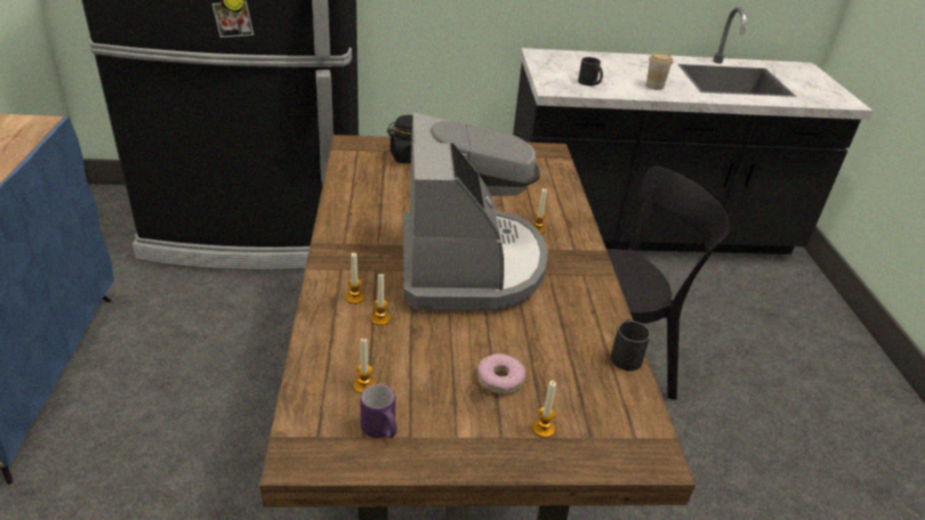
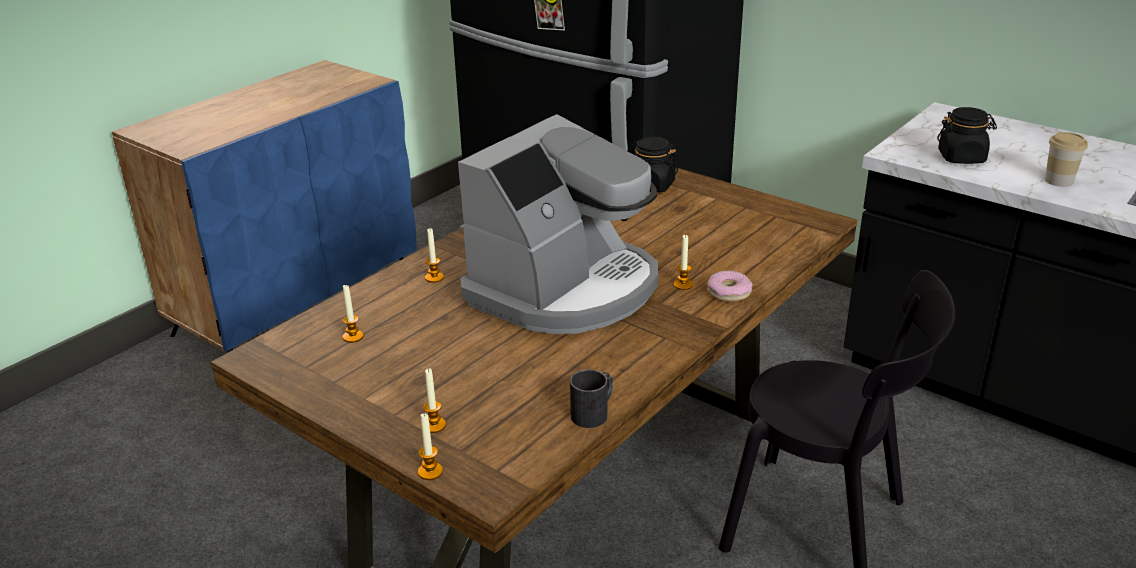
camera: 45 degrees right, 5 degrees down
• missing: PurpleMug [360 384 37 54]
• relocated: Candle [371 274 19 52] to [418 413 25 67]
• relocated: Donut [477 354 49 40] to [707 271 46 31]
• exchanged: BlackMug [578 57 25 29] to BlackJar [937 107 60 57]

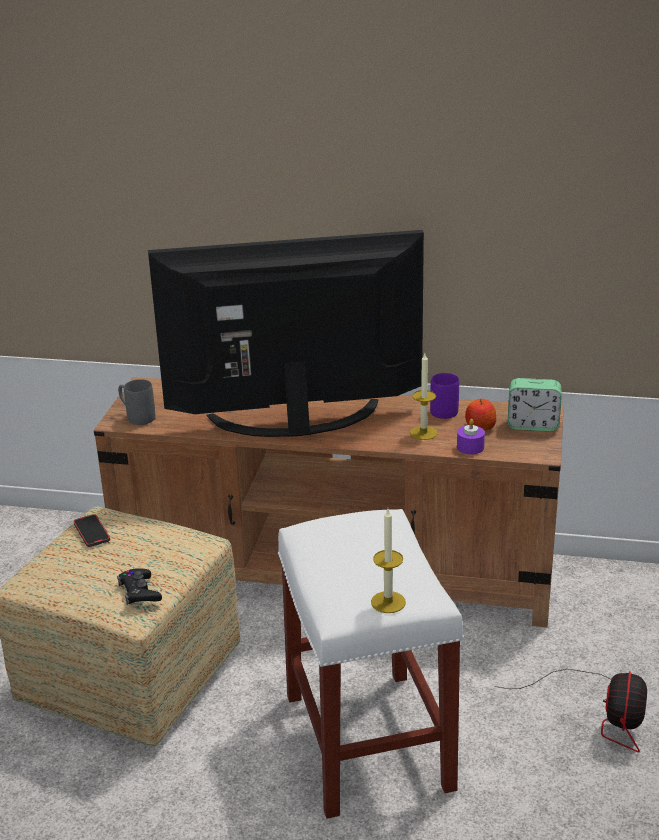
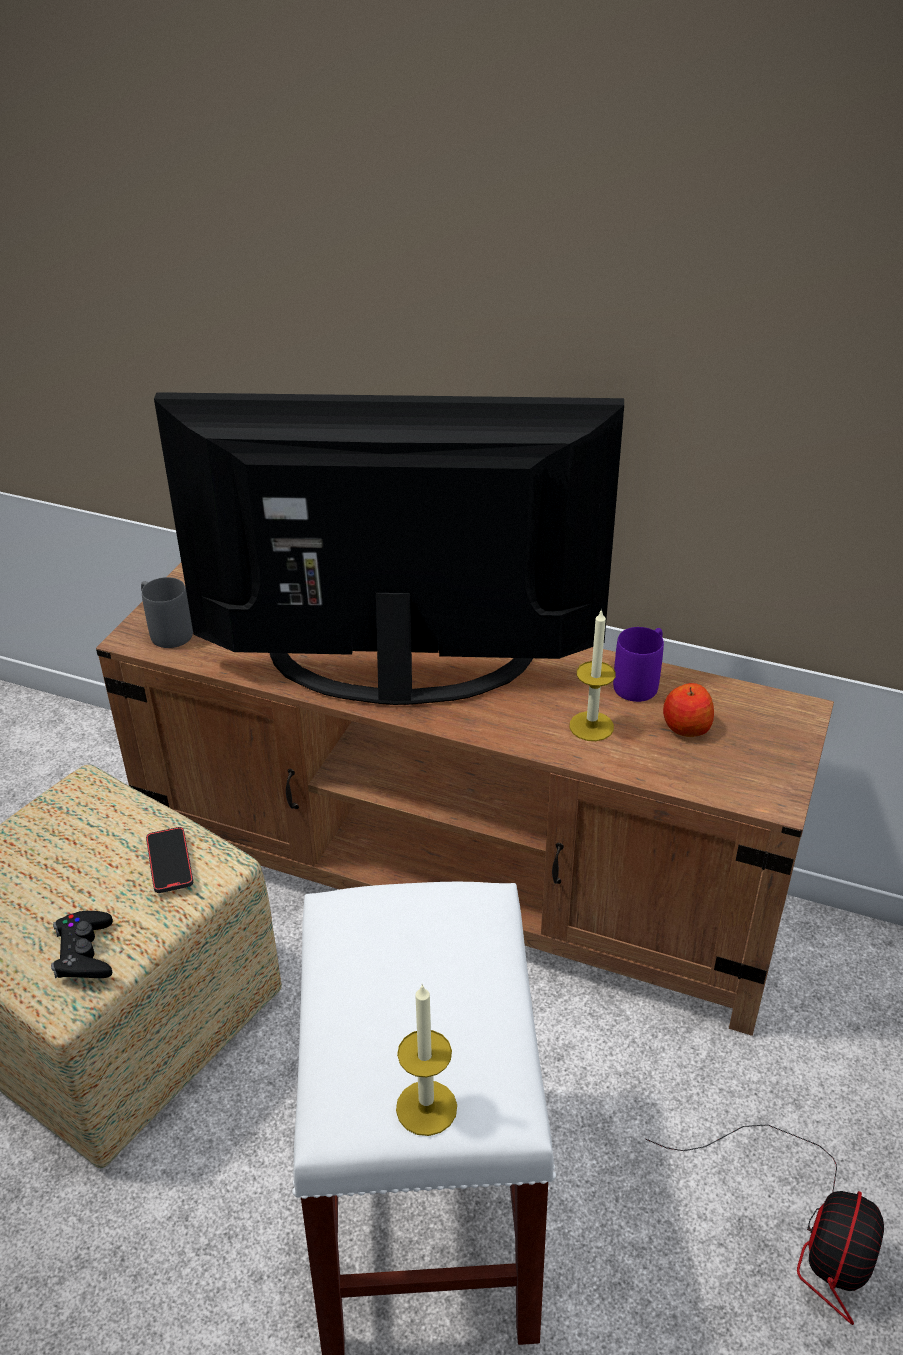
camera: 10 degrees right, 10 degrees up
• relocated: Phone [73 514 37 33] to [146 827 47 66]
• missing: PurpleCandle [457 419 28 36]
• missing: AlarmClock [508 378 54 54]

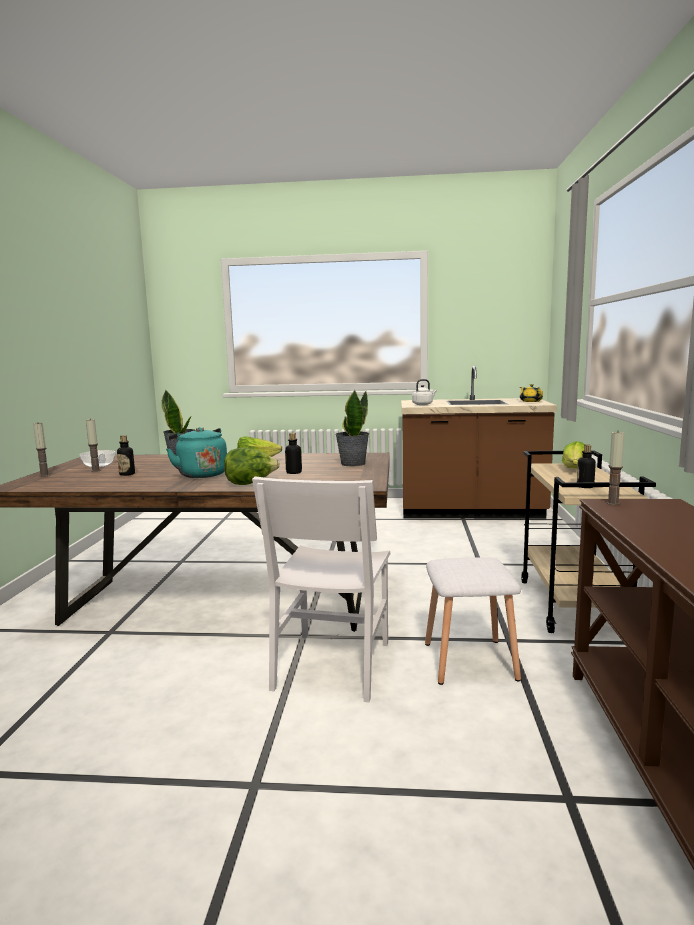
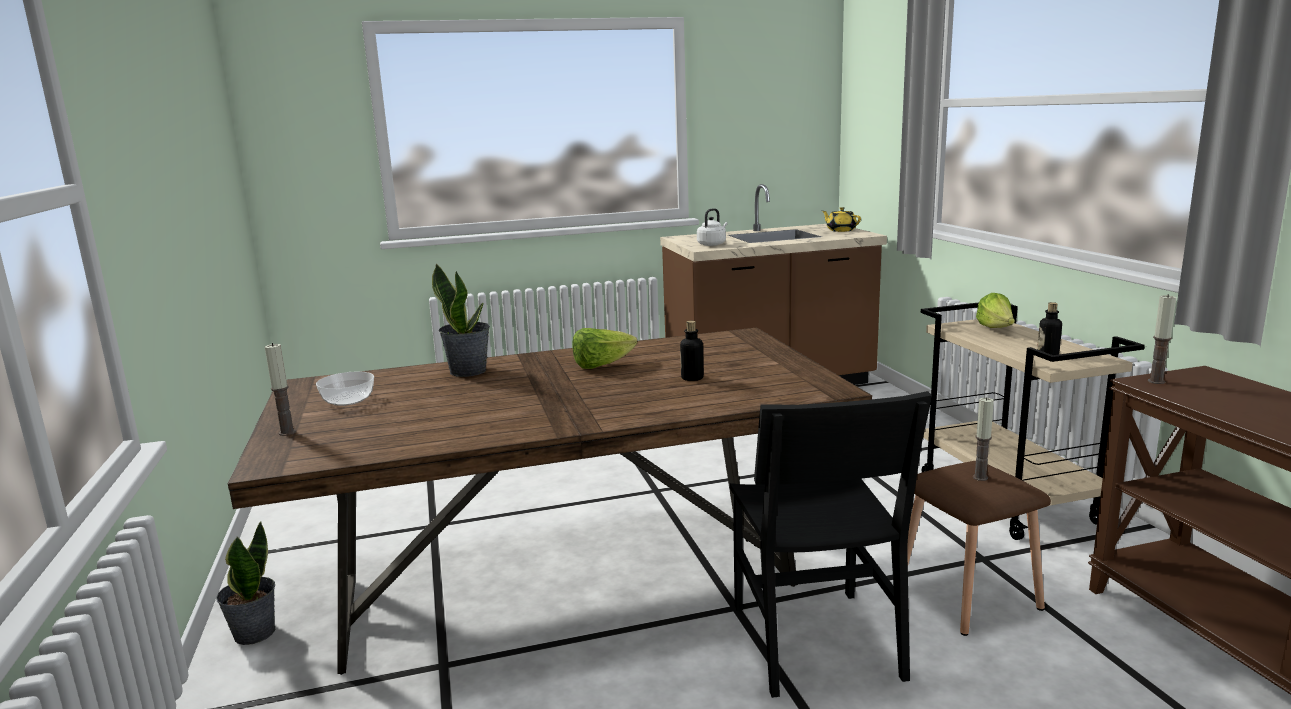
camera: 20 degrees left, 5 degrees up
• relocated: Candle [86 419 15 53] to [973 397 21 84]
• missing: Bottle [117 435 18 41]
• missing: TurquoiseKettle [166 427 61 51]
• missing: Lettuce [224 448 56 37]
• colour: WhiteChair [252 477 139 225] to BlackChair [729 391 203 307]
• relocated: PottedPlant [335 390 34 76] to [216 521 59 124]
• colour: WhiteStool [425 557 96 128] to BrownStool [907 461 144 175]

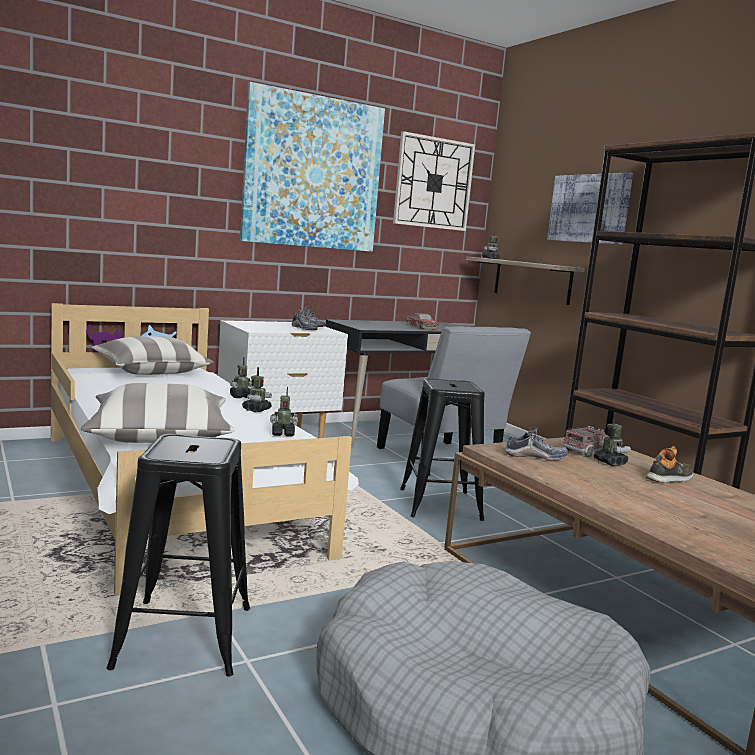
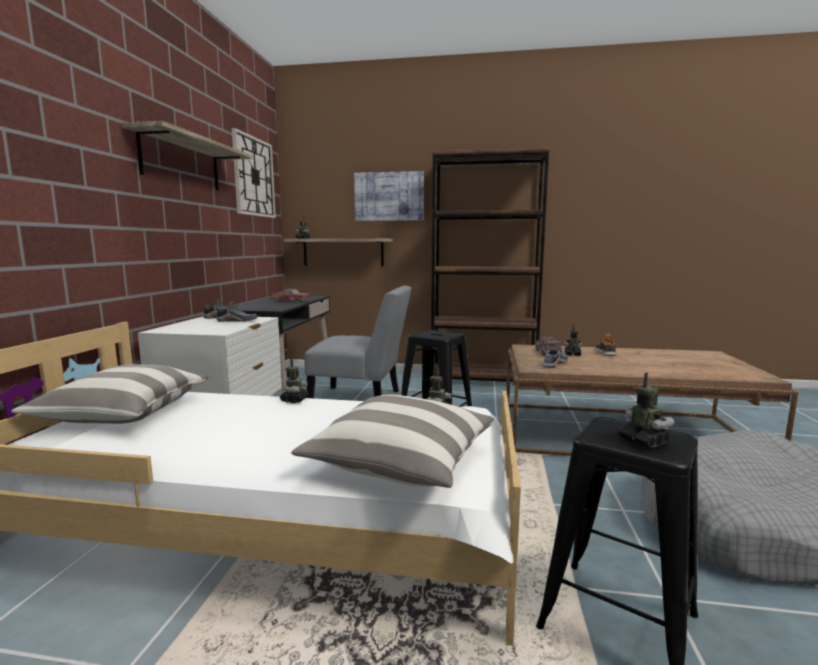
camera: 50 degrees left, 0 degrees up
• exchanged: Picture [240 82 145 170] to Shelf [122 121 131 69]
• relocated: ToyRobot [242 367 30 45] to [619 373 55 75]

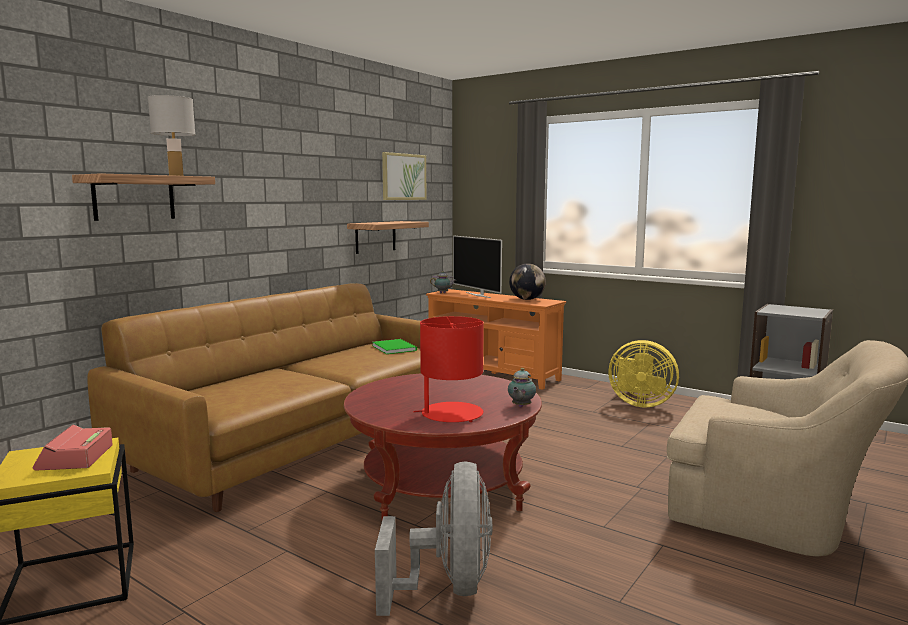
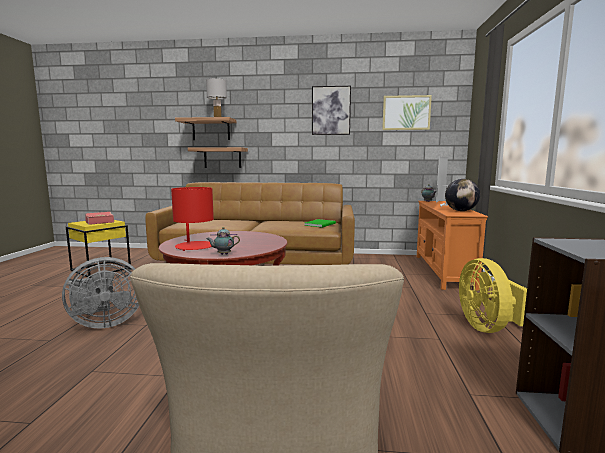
camera: 60 degrees right, 0 degrees up
• relocated: Shelf [347 221 82 33] to [188 147 60 21]
• appeared: Picture [312 86 39 49]

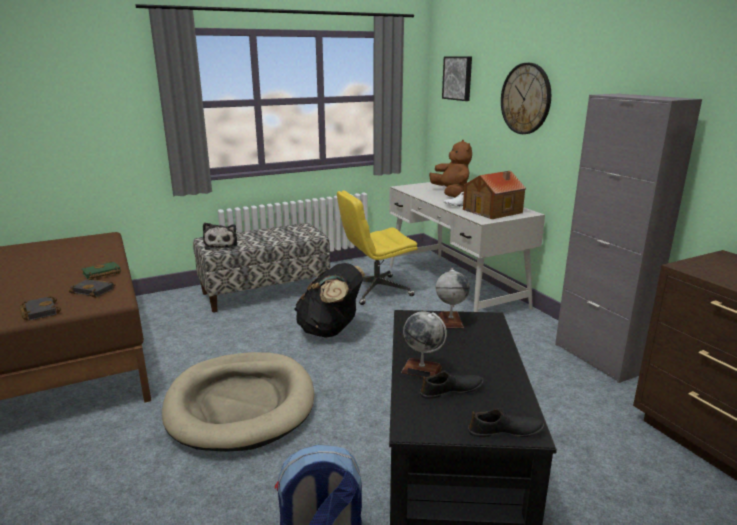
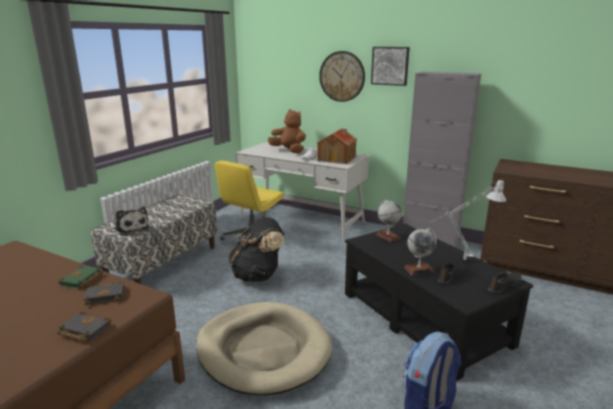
camera: 35 degrees left, 0 degrees up
• relocated: Picture [442 56 30 45] to [371 47 39 39]
• appeared: GreyTableLamp [429 180 77 80]

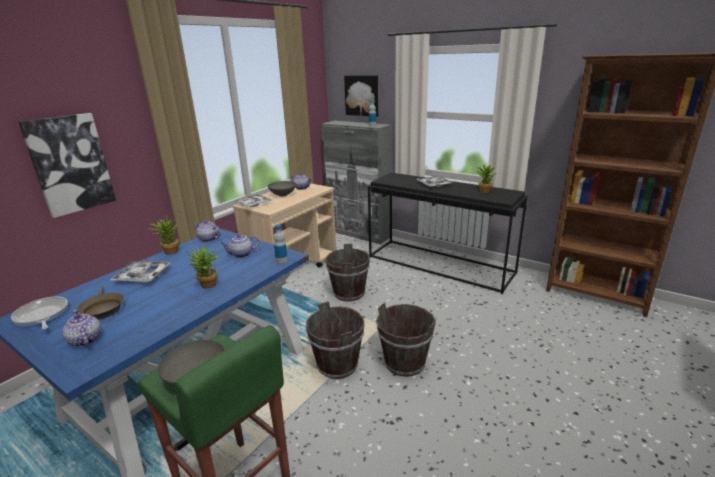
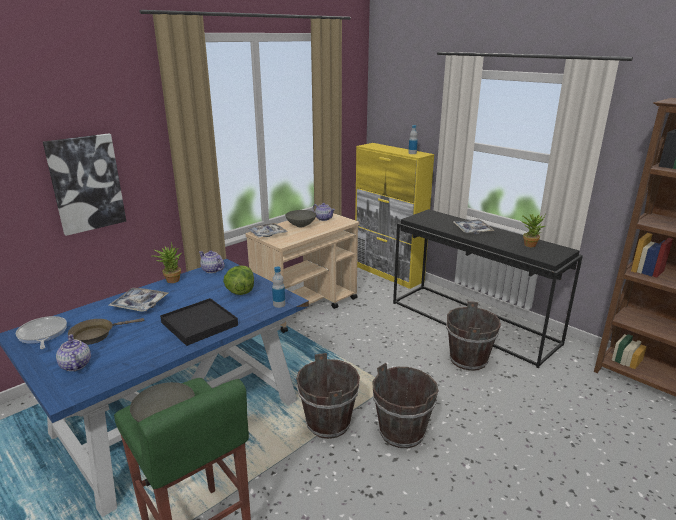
camera: 10 degrees right, 0 degrees up
• spun: BrownFryingPan [76 285 48 35] = [68 318 76 27] 75 degrees clockwise
• exchanged: PottedPlant [186 243 34 46] to BlackTray [160 298 78 48]
• exchanged: Teapot [220 234 39 24] to Lettuce [223 265 31 30]
• colour: GreyCabinet [322 121 69 123] to YellowCabinet [355 143 79 146]
• relocated: BrownBucket [325 244 45 57] to [446 301 55 70]
• missing: Picture [344 75 34 42]

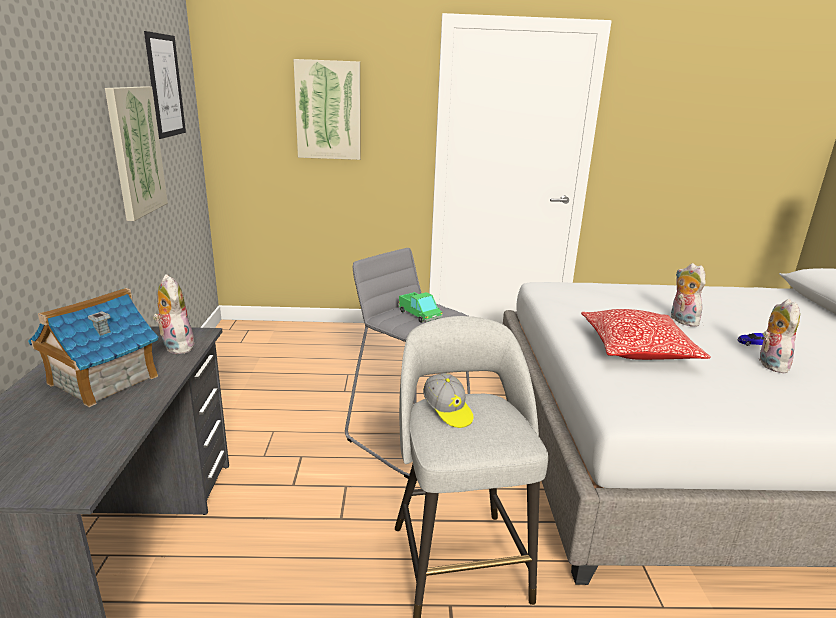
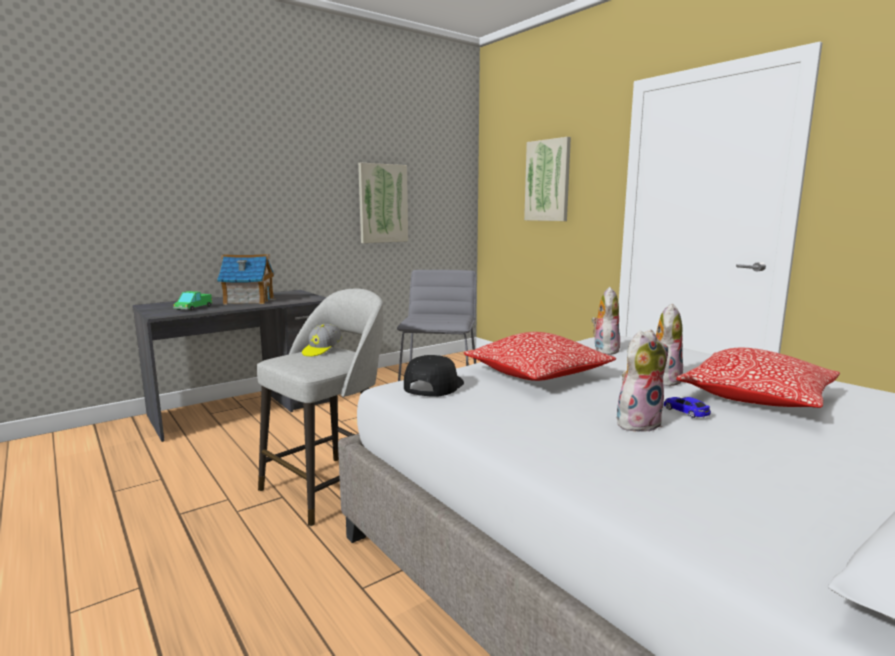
camera: 55 degrees right, 10 degrees down
• missing: Picture [144 31 42 108]
• relocated: PlushToy [153 274 44 80] to [591 287 29 68]
• relocated: ToyTruck [398 292 45 31] to [173 291 40 20]
• appeared: BlackCap [404 355 60 42]
• appeared: Pillow [676 348 164 60]

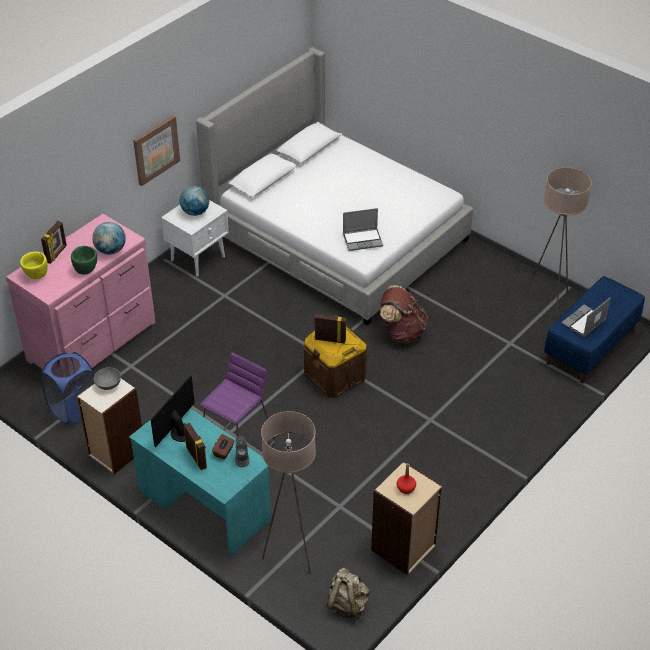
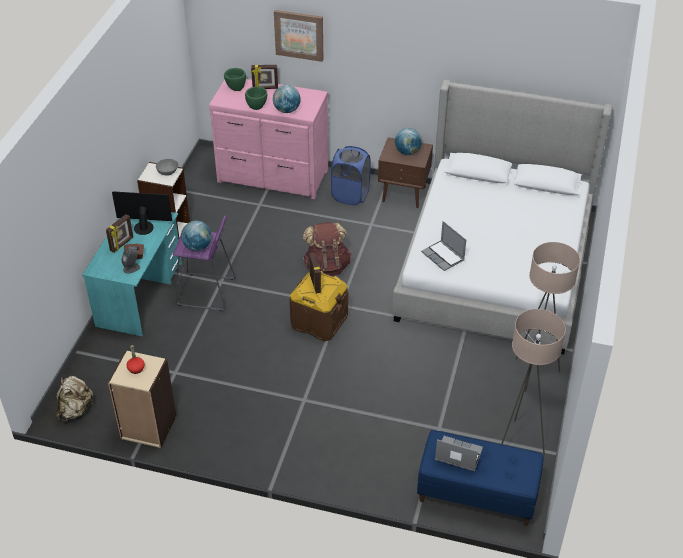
camera: 65 degrees right, 0 degrees up
• colour: YellowBowl [20 252 28 27] to GreenBowl [224 68 22 23]
• relocated: BlueLaundryBasket [41 352 53 72] to [331 146 40 59]
• relocated: Picture [133 116 47 70] to [274 10 49 52]
• colour: WhiteNightstand [161 200 68 77] to BrownNightstand [378 137 55 71]
• relocated: BeigeFloorLamp [261 411 55 162] to [516 242 64 150]
• relocated: BrownBackpack [380 285 48 58] to [303 222 48 54]
• appeared: Globe [181 221 31 30]

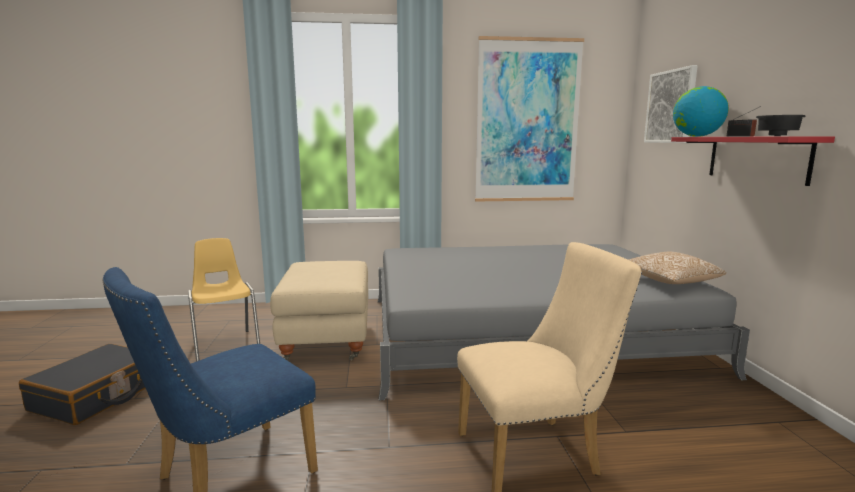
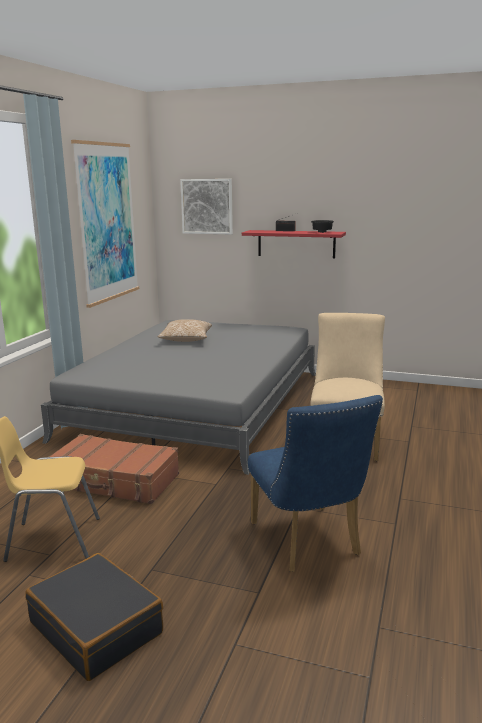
camera: 65 degrees left, 5 degrees up
• exchanged: BeigeOttoman [270 261 98 99] to BrownSuitcase [50 434 129 70]
• relocated: Pillow [628 252 98 32] to [158 319 54 23]
• missing: Globe [673 86 56 51]

